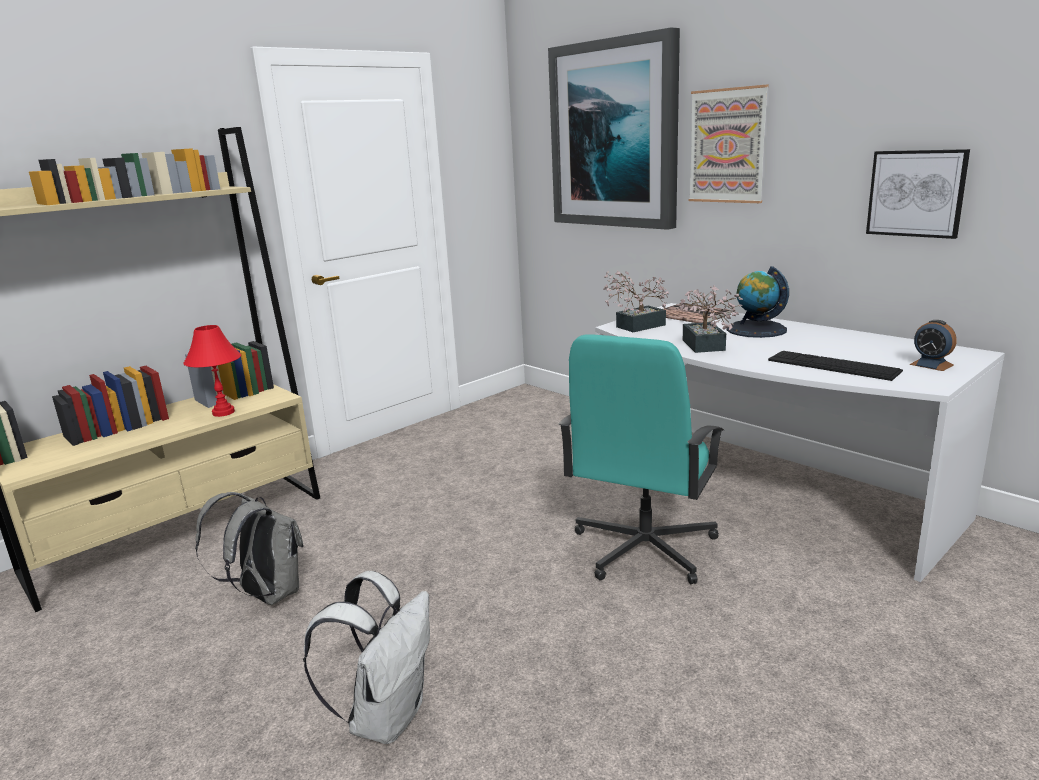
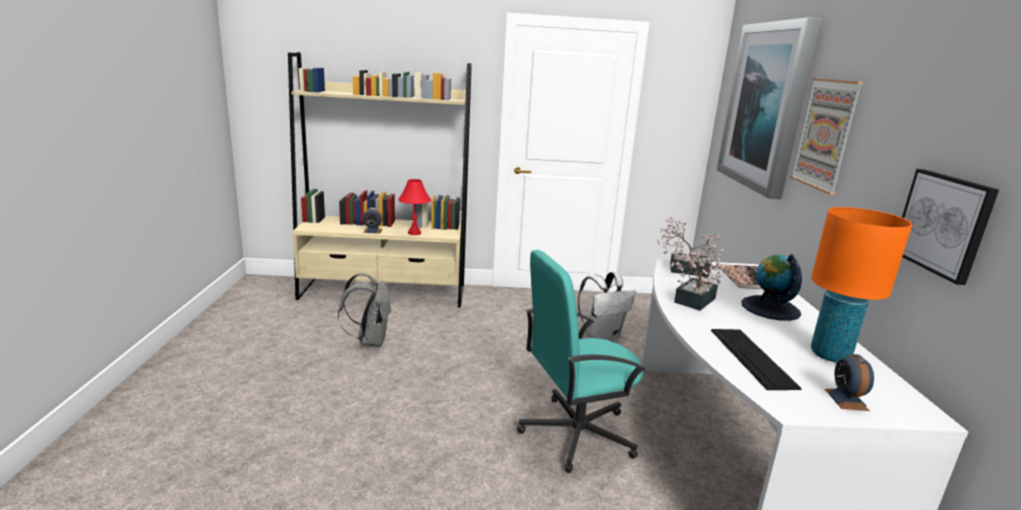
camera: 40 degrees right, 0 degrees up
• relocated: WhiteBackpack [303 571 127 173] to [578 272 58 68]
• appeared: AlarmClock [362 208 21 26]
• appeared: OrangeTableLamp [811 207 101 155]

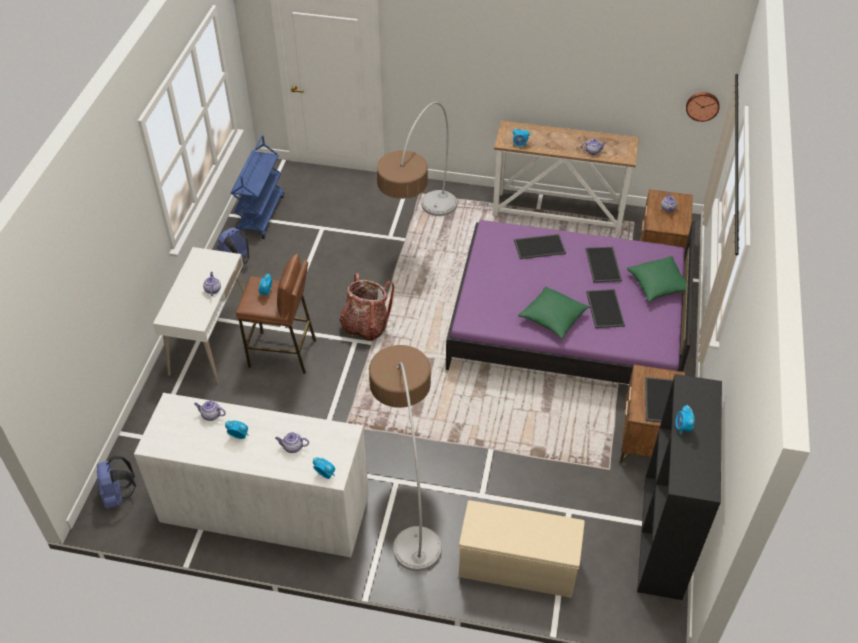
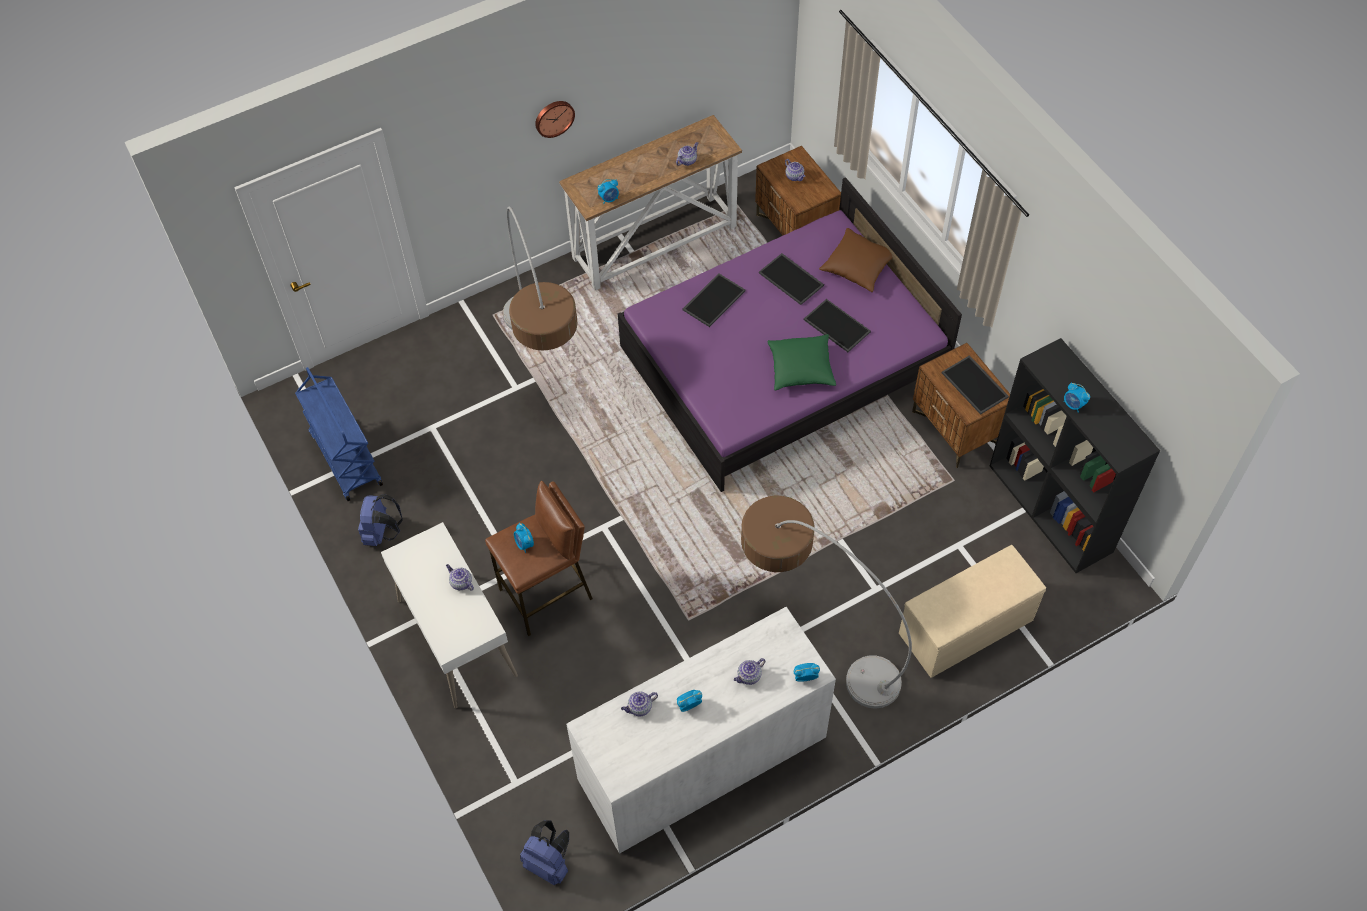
camera: 40 degrees left, 10 degrees up
• missing: Backpack [340 273 54 68]
• colour: GreenPillow [627 256 67 46] to BrownPillow [819 228 74 64]
• relocated: WallClock [686 92 34 30] to [535 101 40 37]

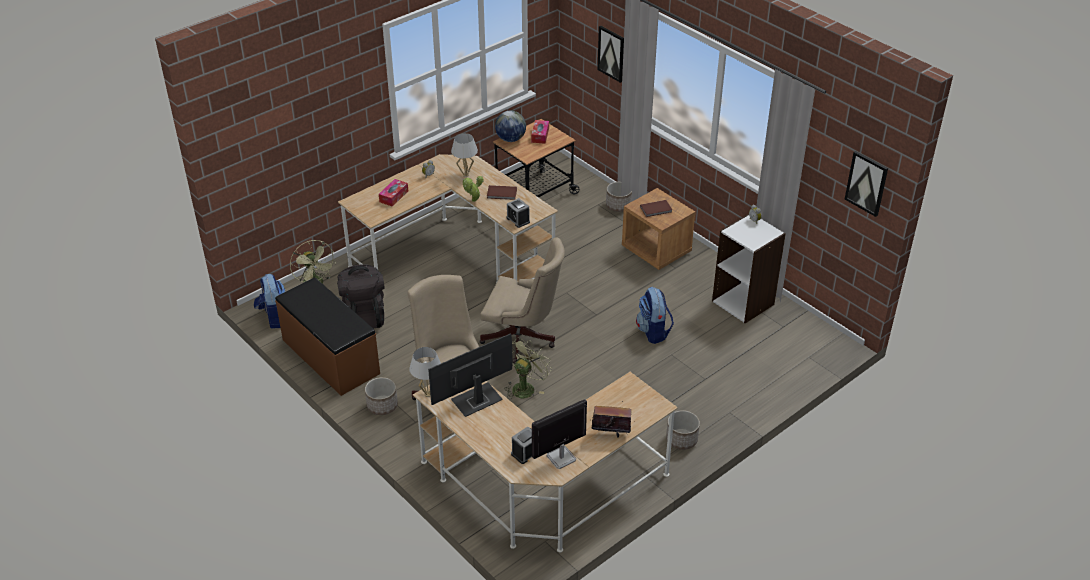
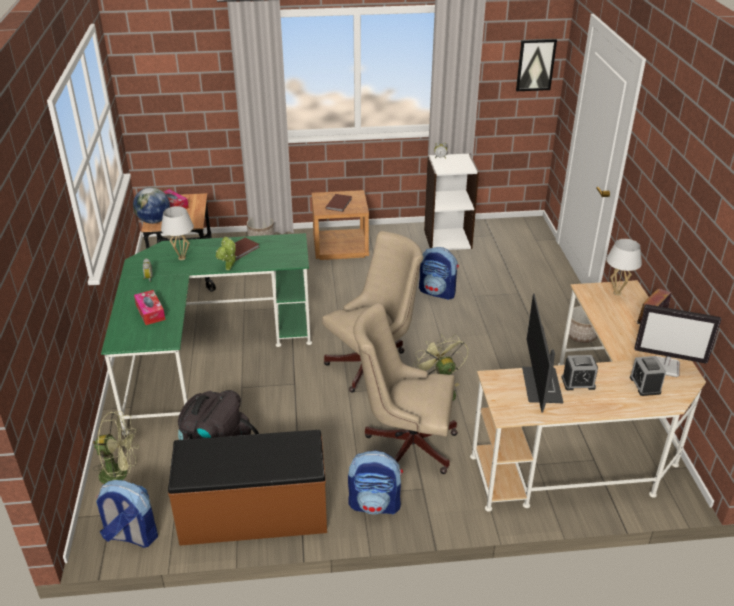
camera: 55 degrees left, 5 degrees down
• colour: BeigeDesk [338 154 220 129] to GreenDesk [101 233 211 202]
• exchanged: Planter [365 377 33 38] to Backpack [348 451 55 64]
• relocated: WhiteTableLamp [409 347 32 50] to [606 239 36 56]
• relocated: AlarmClock [507 198 23 30] to [561 355 37 35]
• spun: Monitor [532 399 55 70] = [634 304 87 73] 75 degrees counterclockwise
• missing: Picture [597 26 27 57]

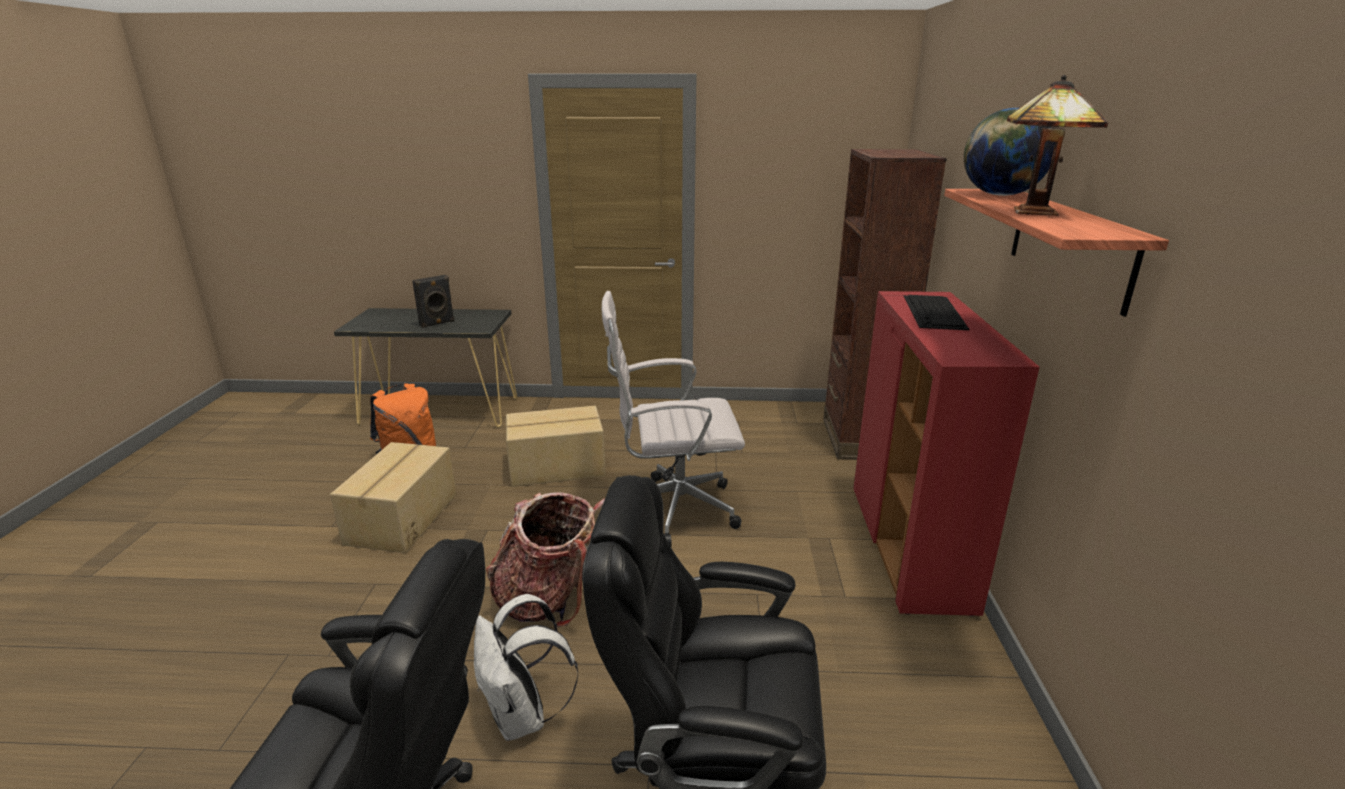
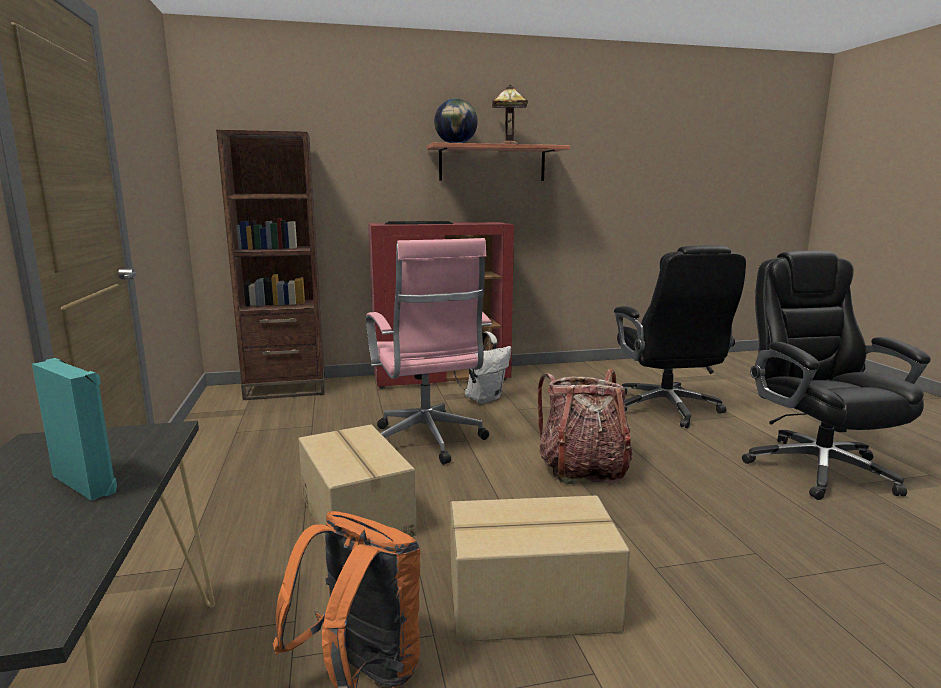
camera: 105 degrees left, 10 degrees down
• colour: BlackSpeaker [412 275 43 53] to TurquoiseSpeaker [32 358 85 143]
• relocated: WhiteBackpack [474 594 104 147] to [454 331 57 73]
• colour: WhiteOfficeChair [602 291 143 255] to PinkOfficeChair [366 238 126 227]

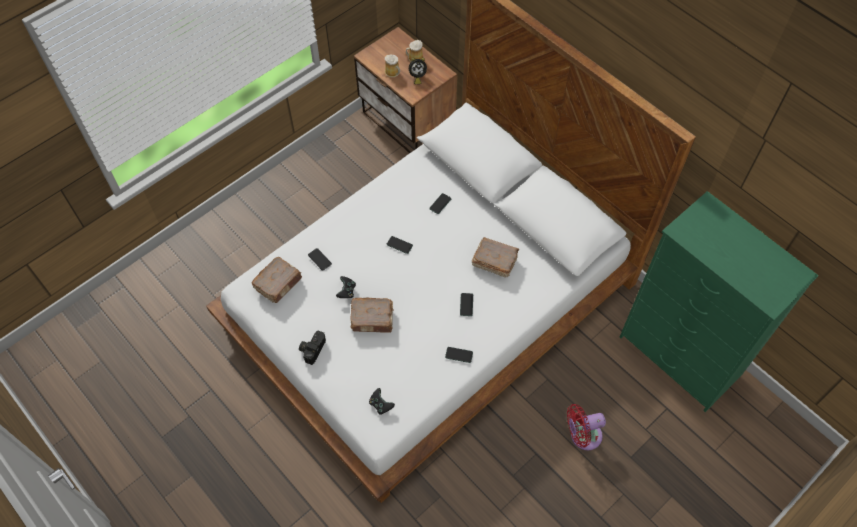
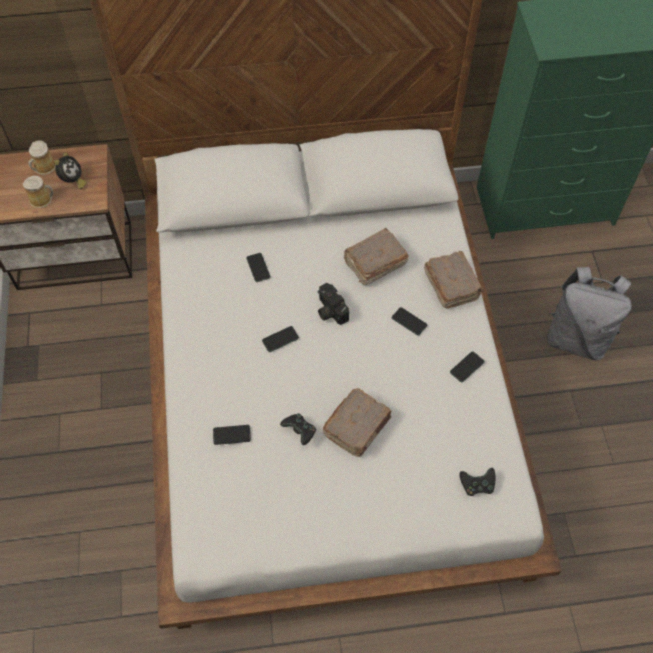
camera: 55 degrees left, 0 degrees up
• relocated: BrownBook [252 257 50 46] to [424 251 60 57]
• relocated: PhotoCamera [299 330 27 35] to [317 283 32 42]
• exchanged: RedFan [567 404 39 46] to GreyBackpack [547 267 85 93]

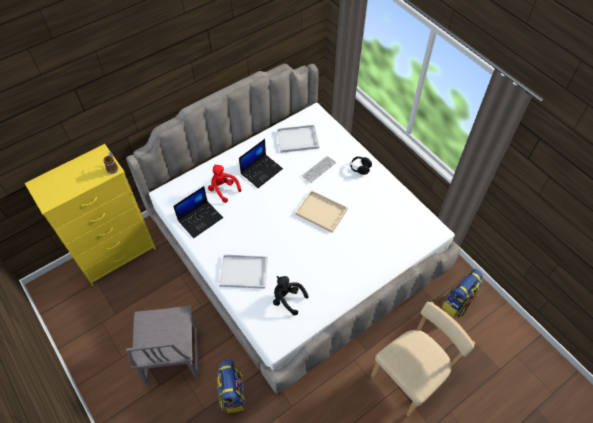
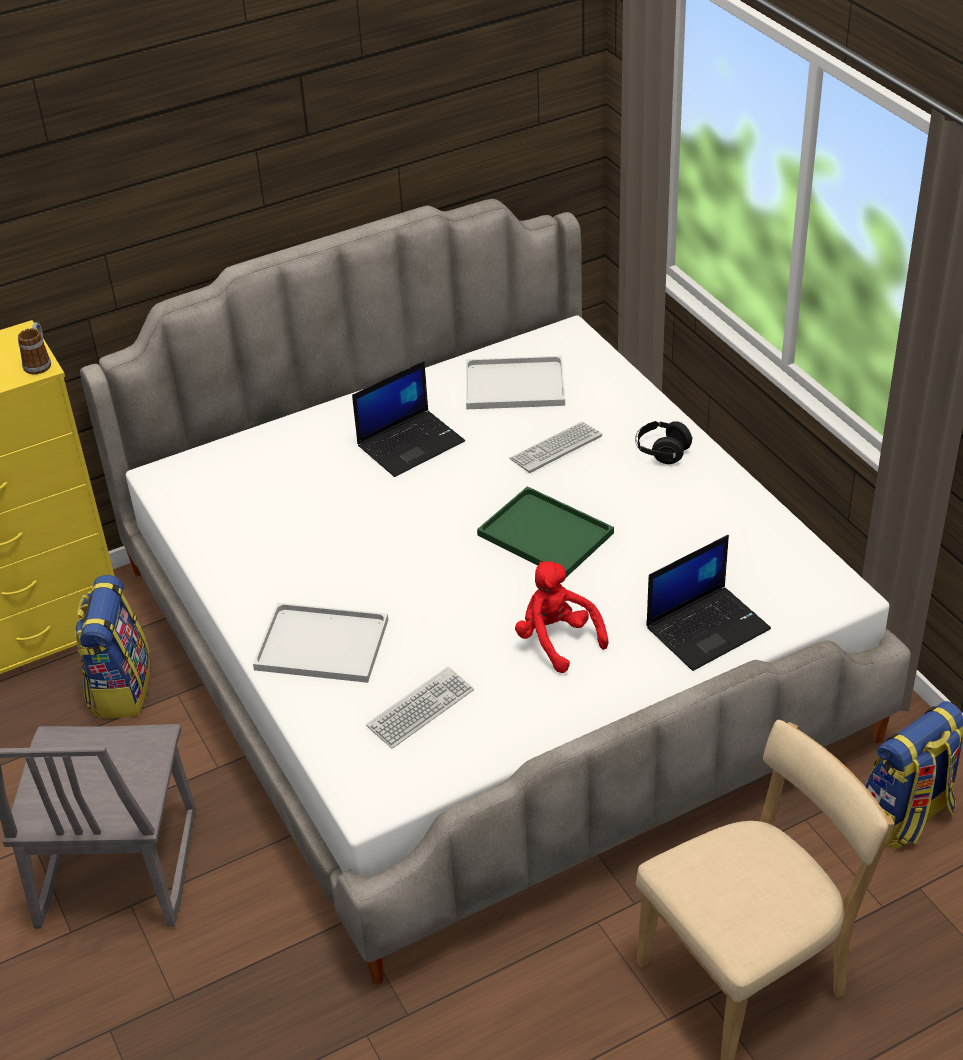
camera: 10 degrees right, 15 degrees down
• relocated: Laptop [173 186 50 52] to [646 535 125 136]
• relocated: RedPlushToy [208 164 33 39] to [515 561 94 112]
• relocated: Backpack [217 359 29 54] to [75 575 75 143]
• exchanged: BlackPlushToy [273 276 36 39] to Keyboard [366 667 108 82]
• colour: BeigeTray [295 190 53 43] to GreenTray [477 486 137 91]

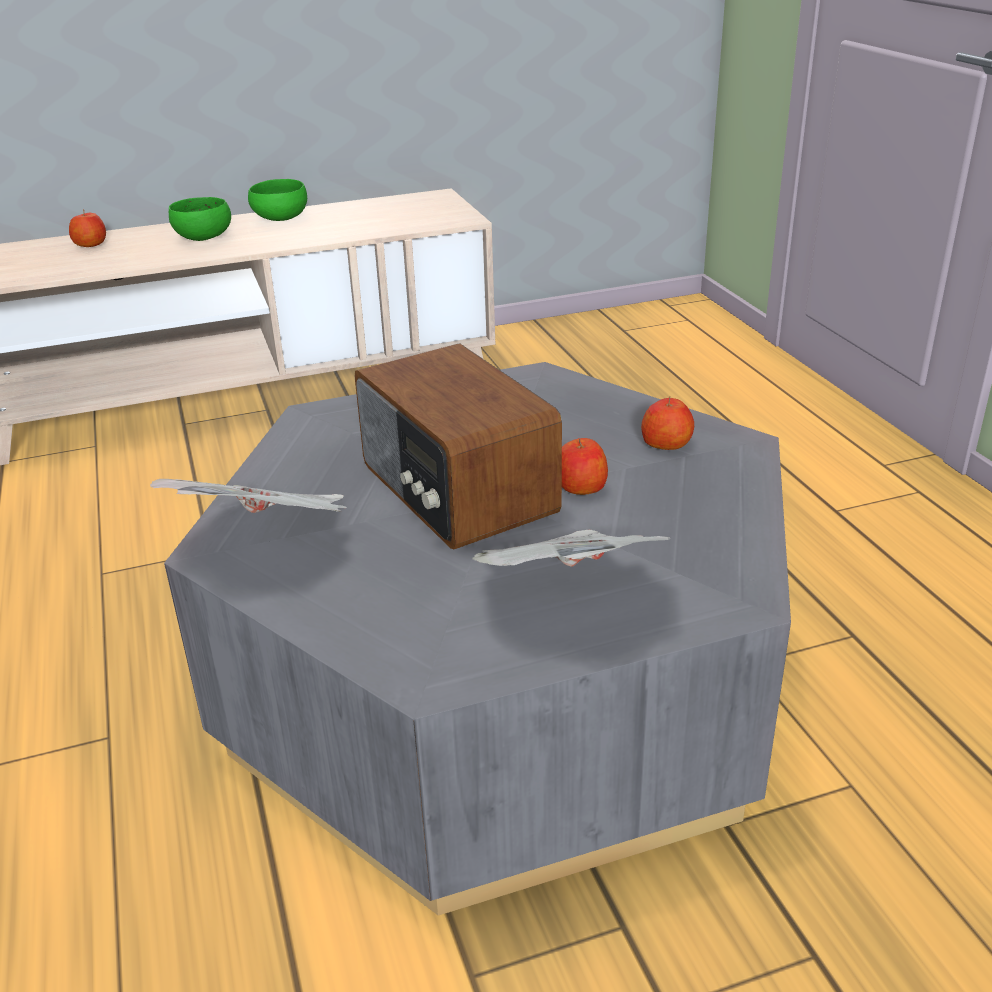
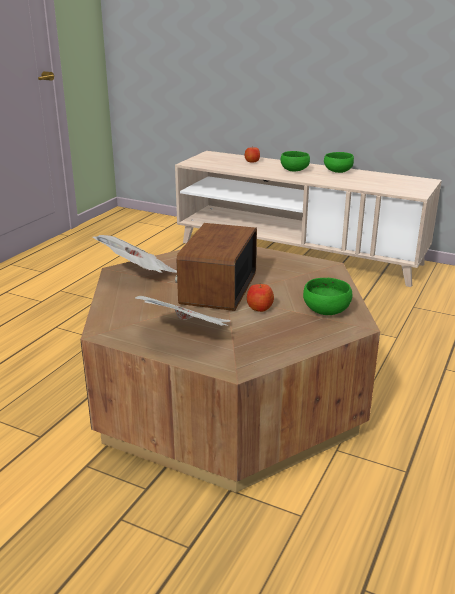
camera: 45 degrees right, 5 degrees down
• colour: GreyCoffeeTable [164 362 627 554] to BrownCoffeeTable [80 247 300 246]
• exchanged: Apple [641 396 53 54] to GreenBowl [303 278 49 37]

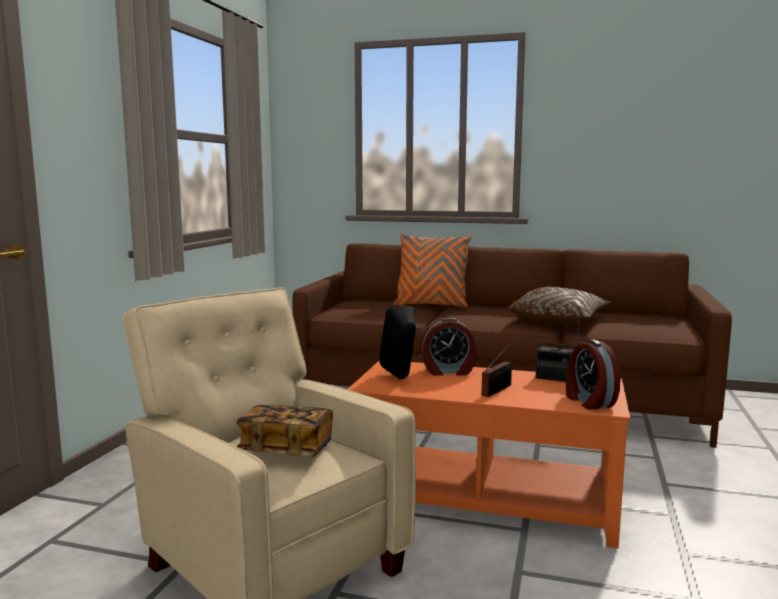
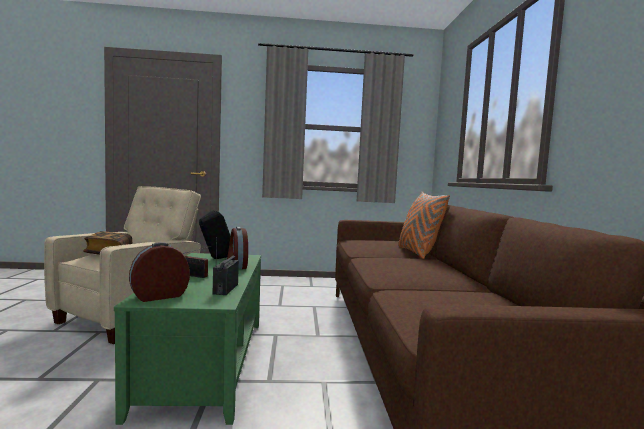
camera: 70 degrees right, 5 degrees down
• colour: OrangeCoffeeTable [348 361 282 187] to GreenCoffeeTable [114 253 147 172]
• missing: BrownPillow [507 287 104 36]

